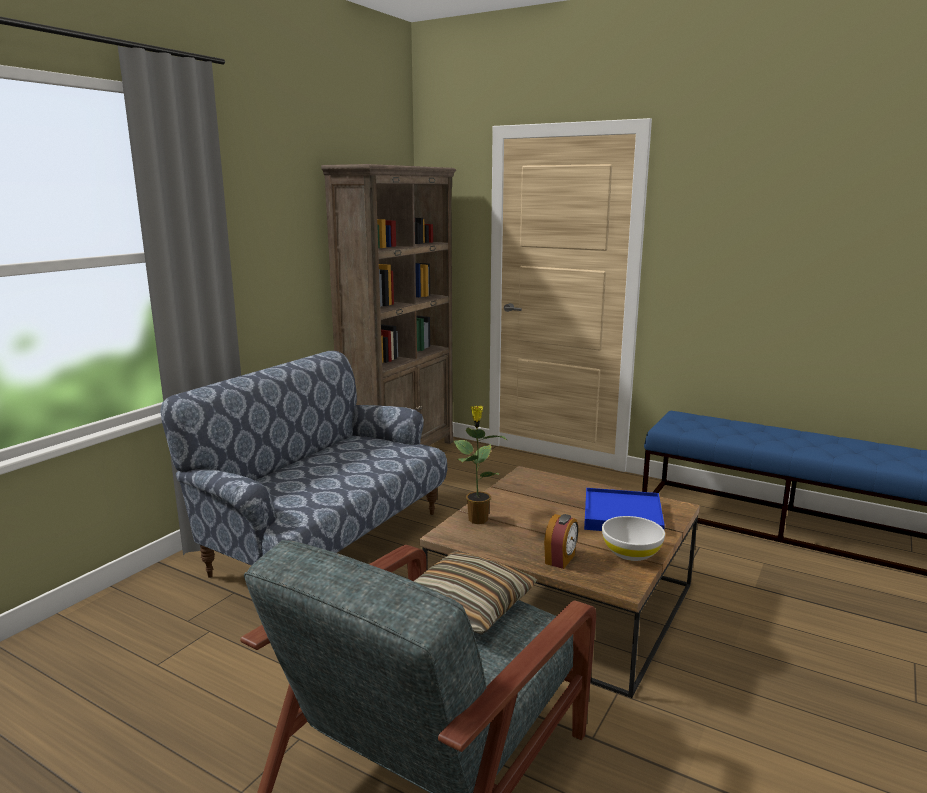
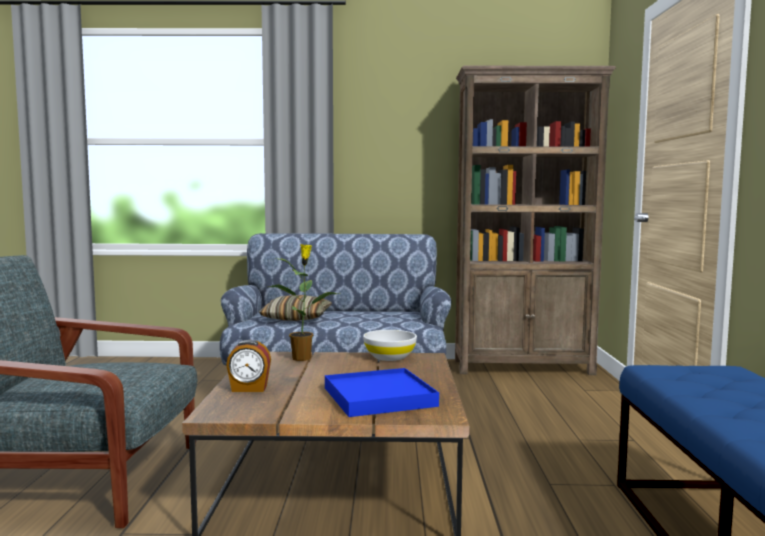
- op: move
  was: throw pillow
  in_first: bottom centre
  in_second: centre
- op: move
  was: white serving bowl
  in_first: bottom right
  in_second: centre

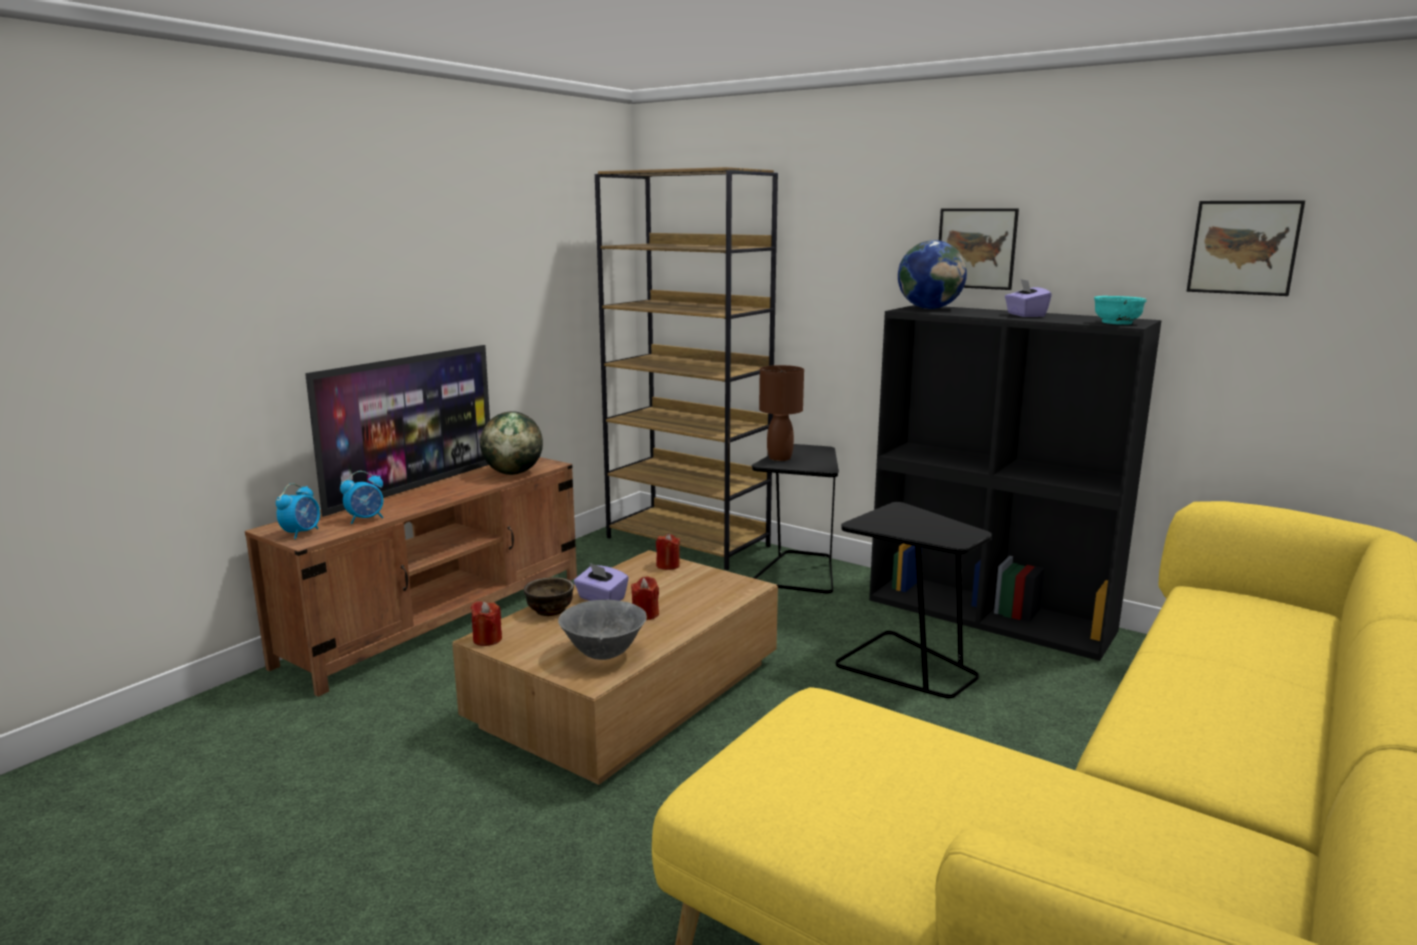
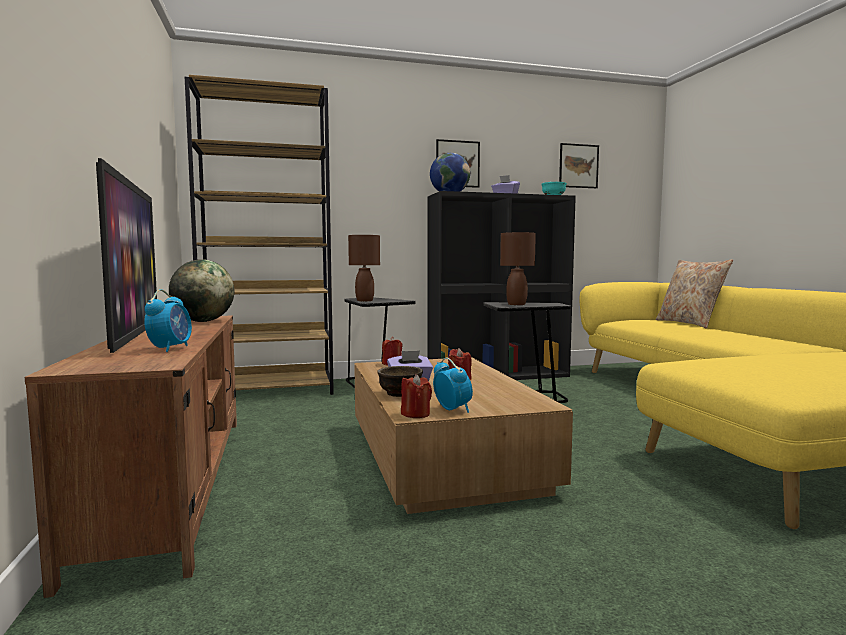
- op: move
  was: table clock (1st from left in the first image)
  now: table clock (2nd from left)
  in_first: middle left
  in_second: centre
- op: insert
  now: brown tabletop lamp (2nd from left)
  in_second: centre
- op: insert
  now: beige-coloured throw pillow
  in_second: middle right
- op: delete
  was: greyish serving bowl
  in_first: bottom centre

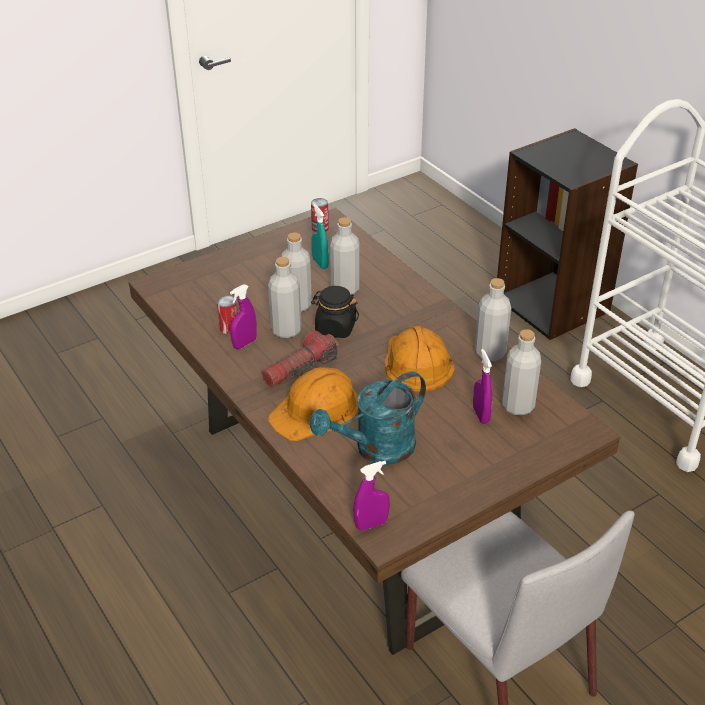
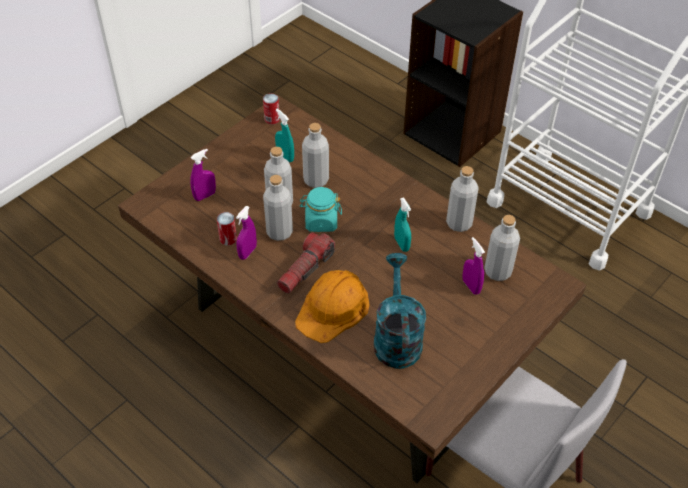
- op: move
  was: purple spray bottle (2nd from left in the first image)
  now: purple spray bottle (1st from left)
  in_first: bottom centre
  in_second: middle left
- op: recolor
  was: blackish storage jar
  now: turquoise storage jar
  in_first: centre
  in_second: centre
- op: rotate
  was: turquoise watering can
  in_first: centre
  in_second: centre
  clockwise: 135
- op: replace
  was: orange hard hat (2nd from left)
  now: turquoise spray bottle (2nd from left)
  in_first: centre
  in_second: centre

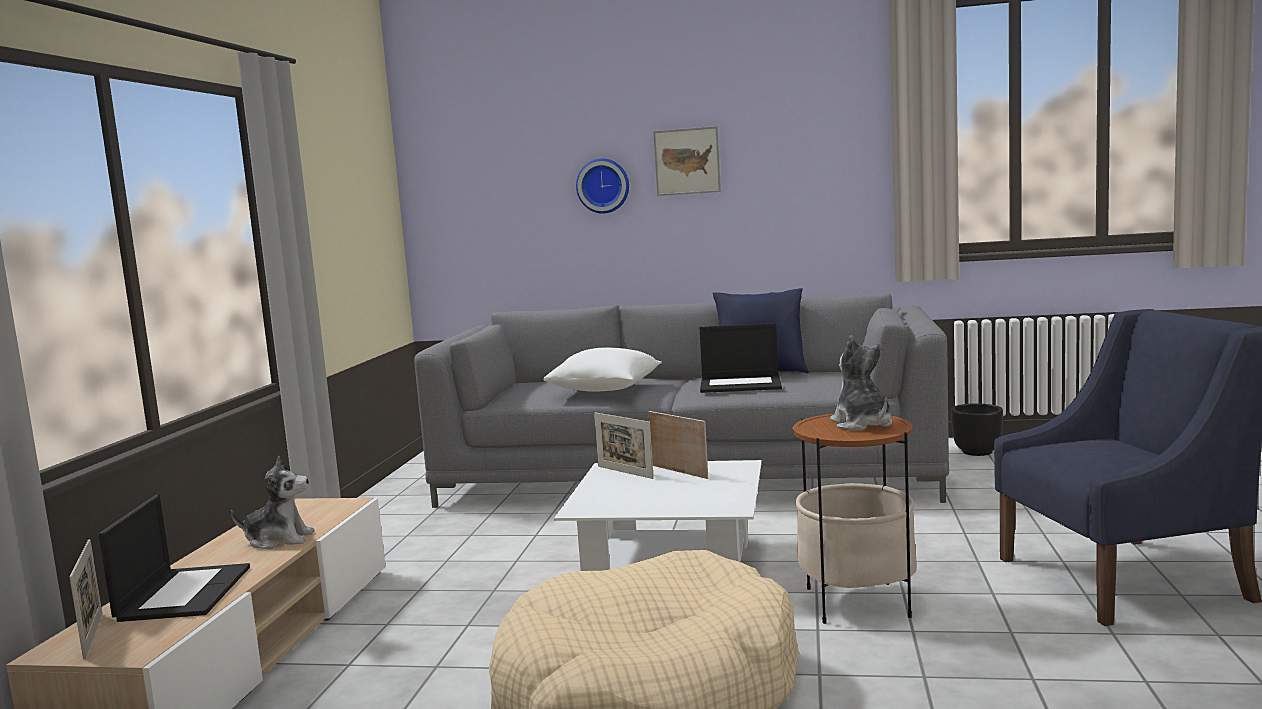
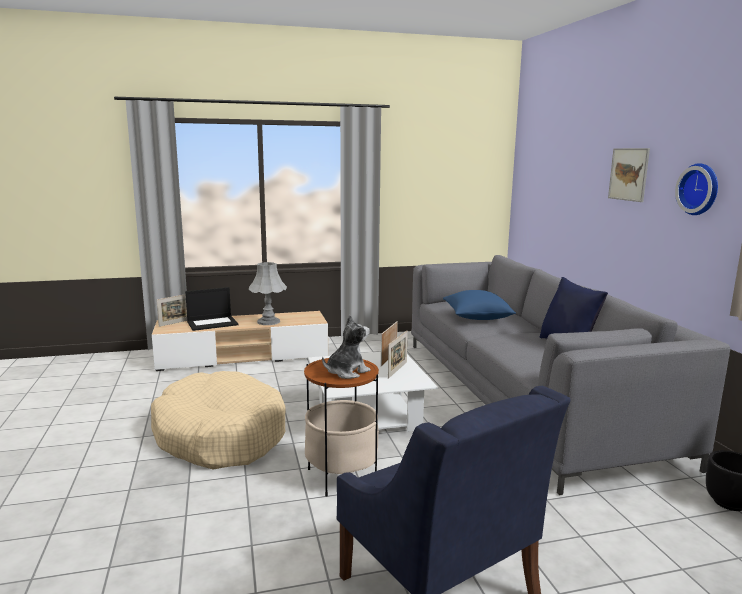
- op: replace
  was: cuddly toy (1st from left)
  now: greyish tabletop lamp
  in_first: bottom left
  in_second: centre
- op: recolor
  was: white throw pillow
  now: blue-coloured throw pillow (1st from left)
  in_first: centre
  in_second: centre
- op: move
  was: wall clock
  in_first: top centre
  in_second: top right
- op: delete
  was: notebook computer (2nd from left)
  in_first: centre

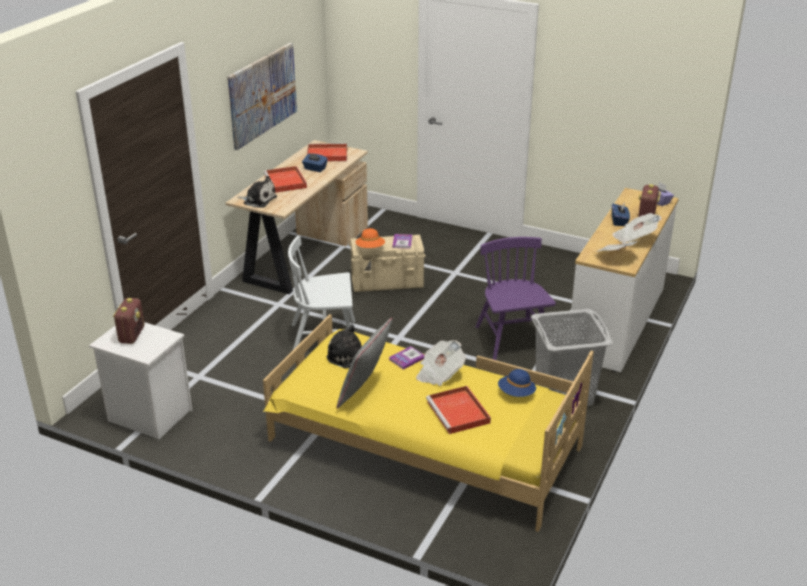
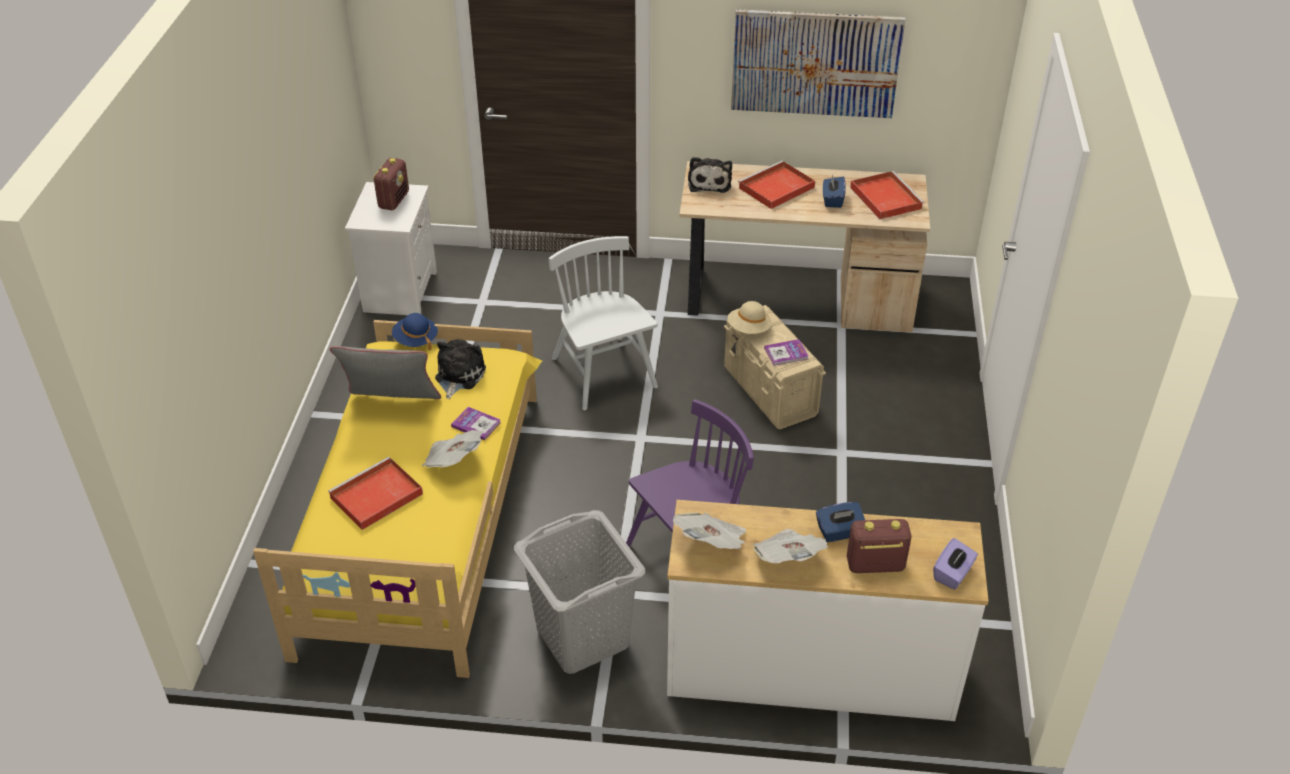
- op: rotate
  was: radio receiver (1st from left)
  in_first: middle left
  in_second: top left
  clockwise: -60
- op: move
  was: blue-coloured hat
  in_first: centre
  in_second: middle left
- op: recolor
  was: orange hat
  now: beige-coloured hat
  in_first: centre
  in_second: centre

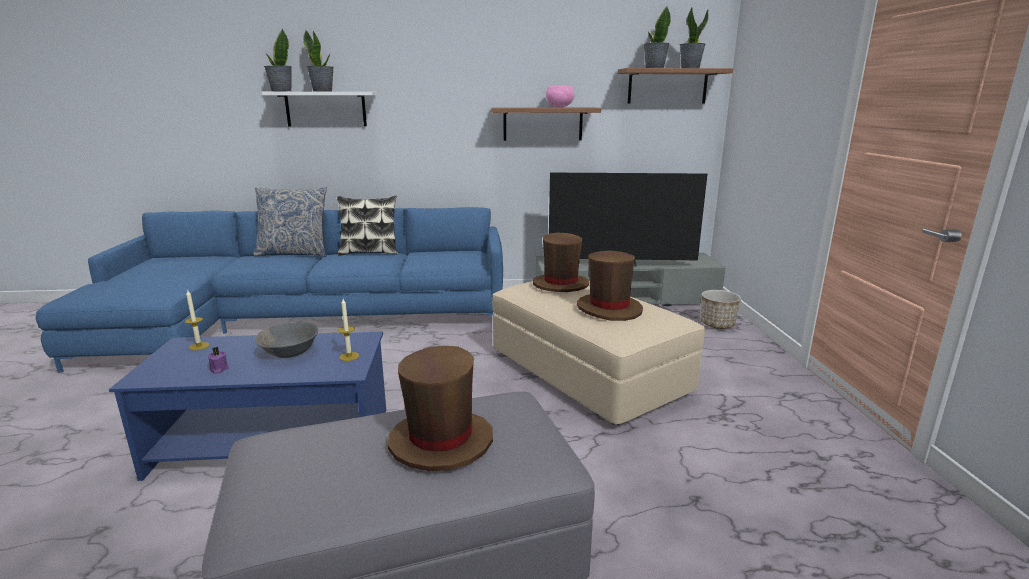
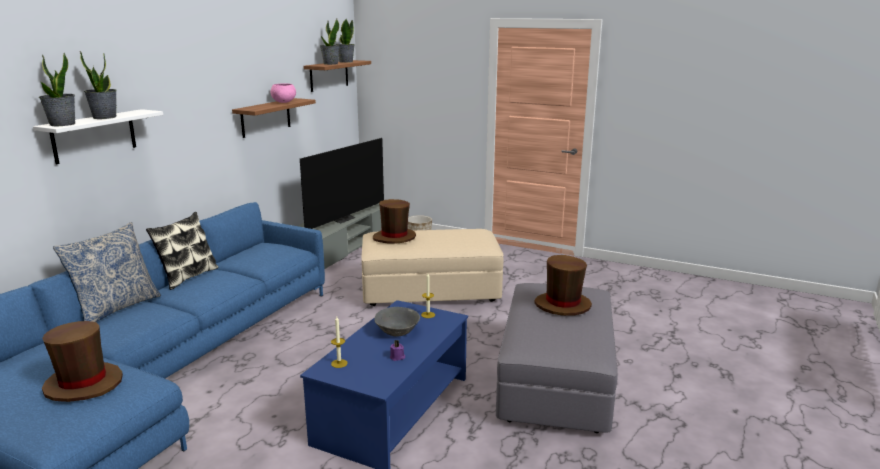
- op: move
  was: brown hat (3rd from left in the first image)
  now: brown hat (1st from left)
  in_first: centre
  in_second: bottom left

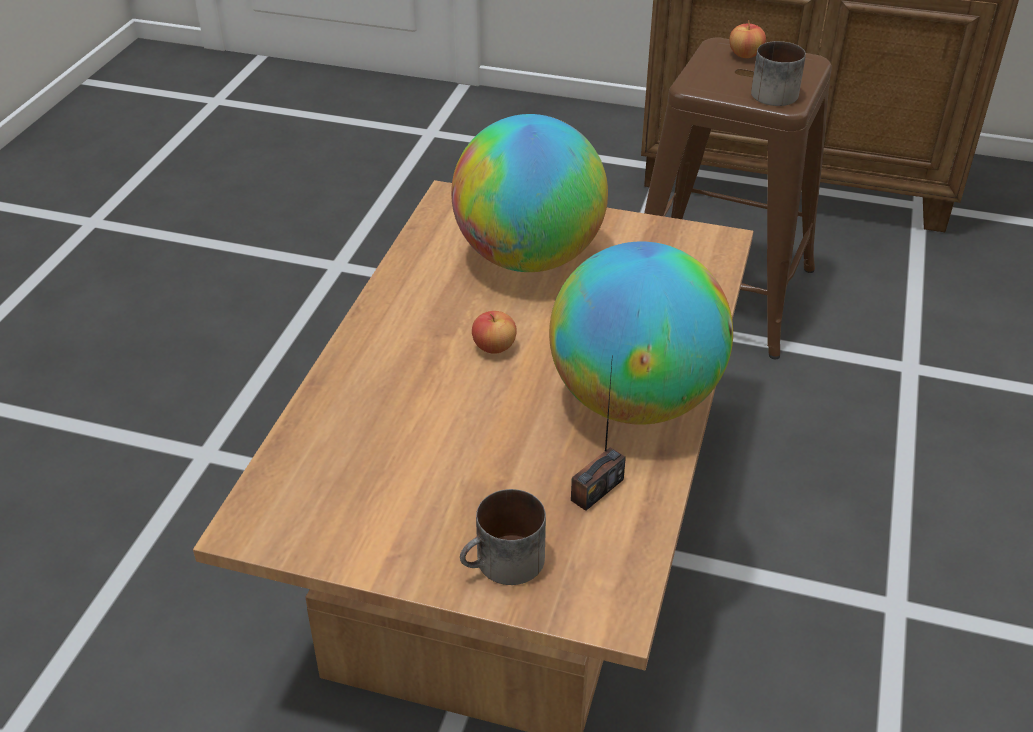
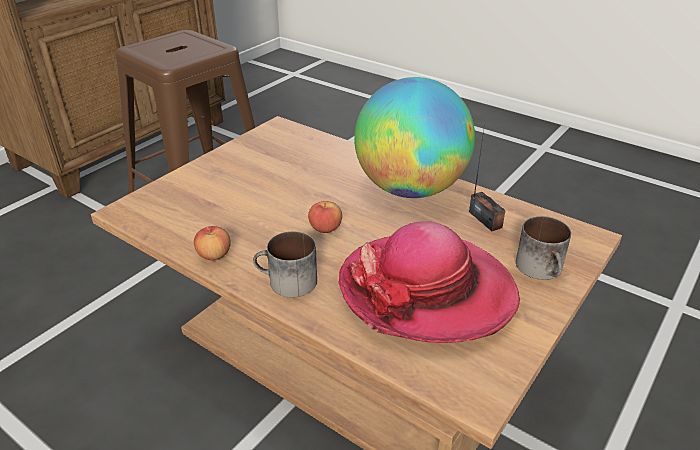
- op: move
  was: apple (2nd from left in the first image)
  now: apple (1st from left)
  in_first: top right
  in_second: middle left
- op: move
  was: coffee mug (2nd from left in the first image)
  now: coffee mug (1st from left)
  in_first: top right
  in_second: centre
- op: insert
  now: hat
  in_second: centre
- op: delete
  was: globe (1st from left)
  in_first: top centre

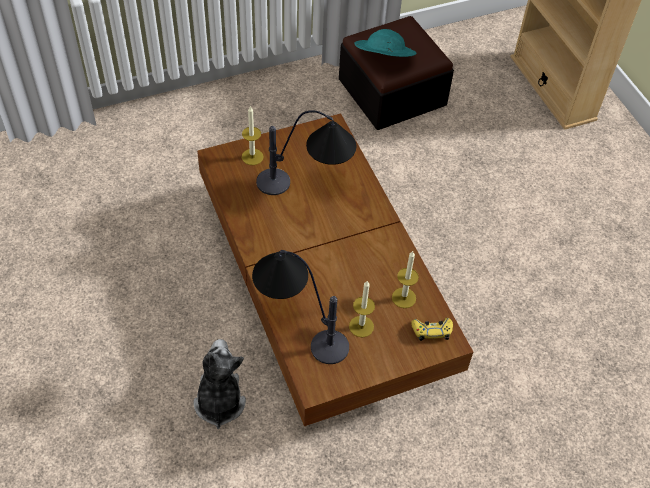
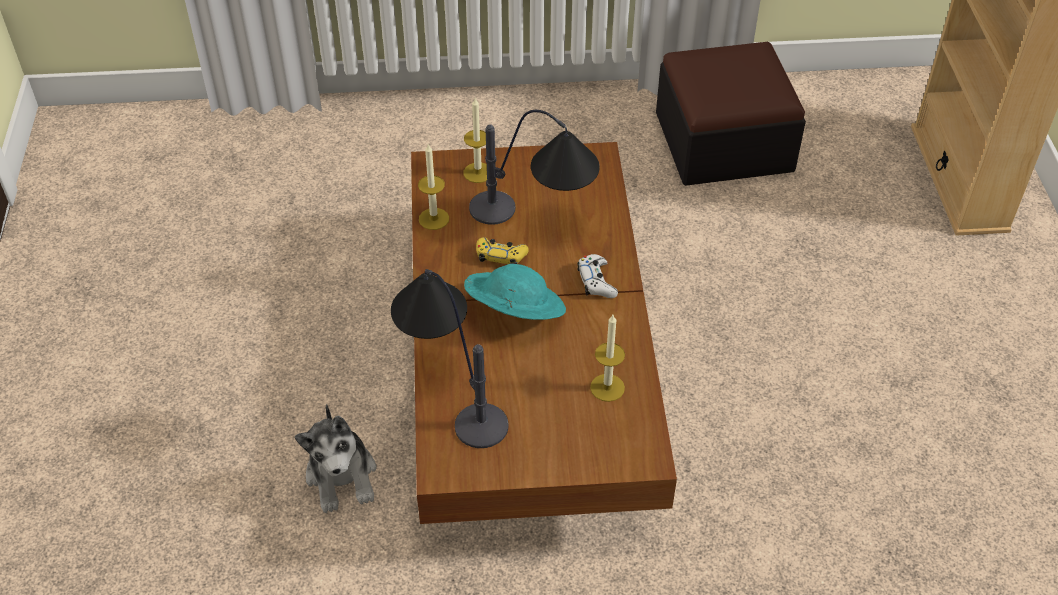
- op: rotate
  was: cuddly toy
  in_first: bottom centre
  in_second: bottom left
  clockwise: 150
- op: move
  was: candle (2nd from left in the first image)
  now: candle (1st from left)
  in_first: centre
  in_second: top centre
- op: move
  was: turquoise hat
  in_first: top centre
  in_second: centre
- op: move
  was: yellowish gamepad
  in_first: bottom centre
  in_second: centre
- op: insert
  now: white gamepad
  in_second: centre

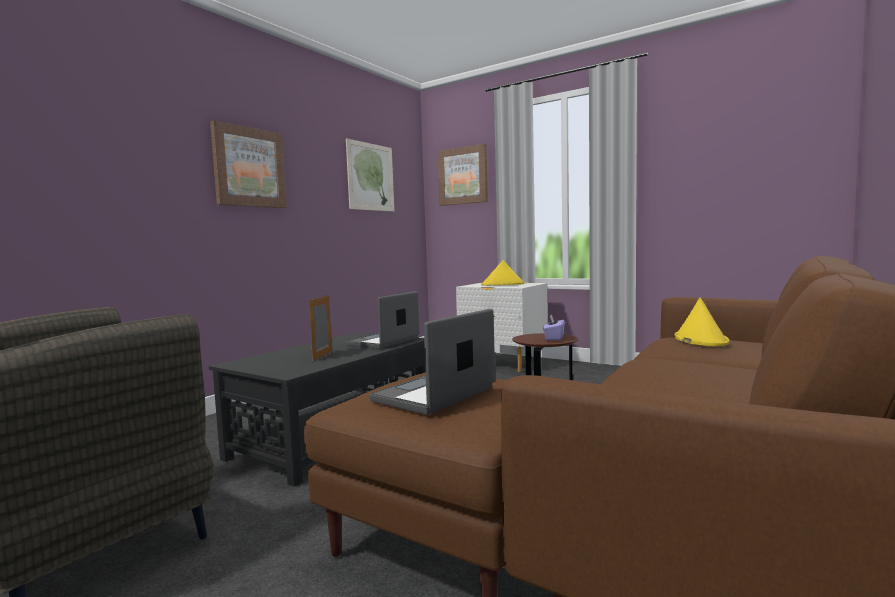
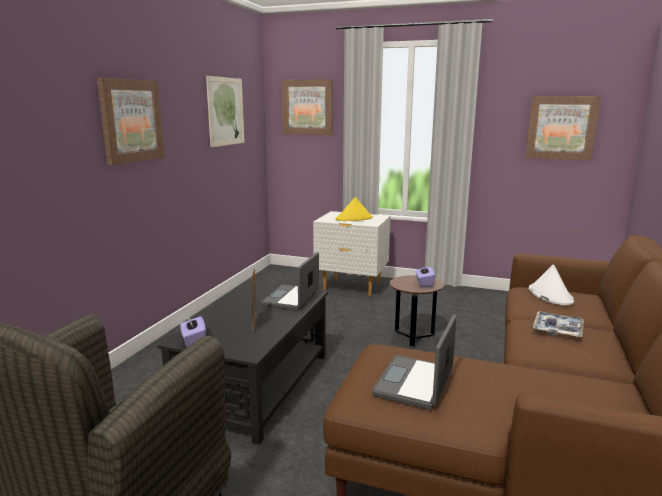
- op: insert
  now: purple tissue box (1st from left)
  in_second: bottom left
- op: insert
  now: wall art (4th from left)
  in_second: top right
- op: recolor
  was: yellowish hat (2nd from left)
  now: white hat
  in_first: middle right
  in_second: middle right
- op: insert
  now: carrying tray
  in_second: middle right

